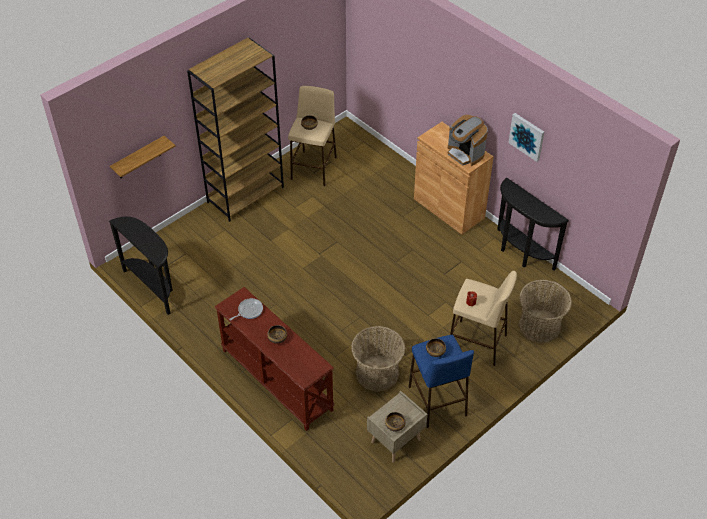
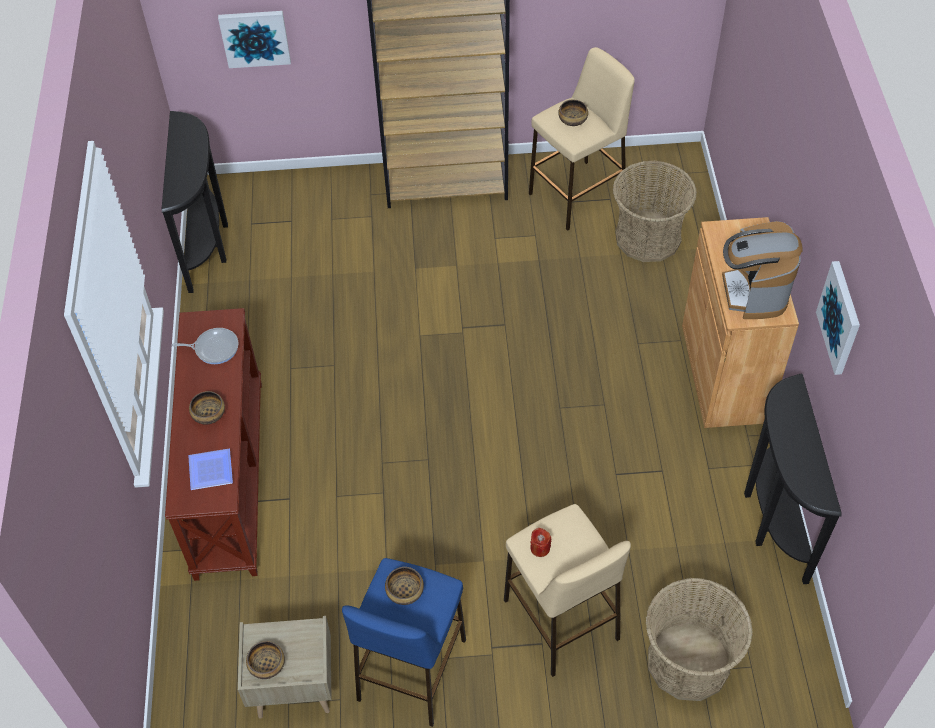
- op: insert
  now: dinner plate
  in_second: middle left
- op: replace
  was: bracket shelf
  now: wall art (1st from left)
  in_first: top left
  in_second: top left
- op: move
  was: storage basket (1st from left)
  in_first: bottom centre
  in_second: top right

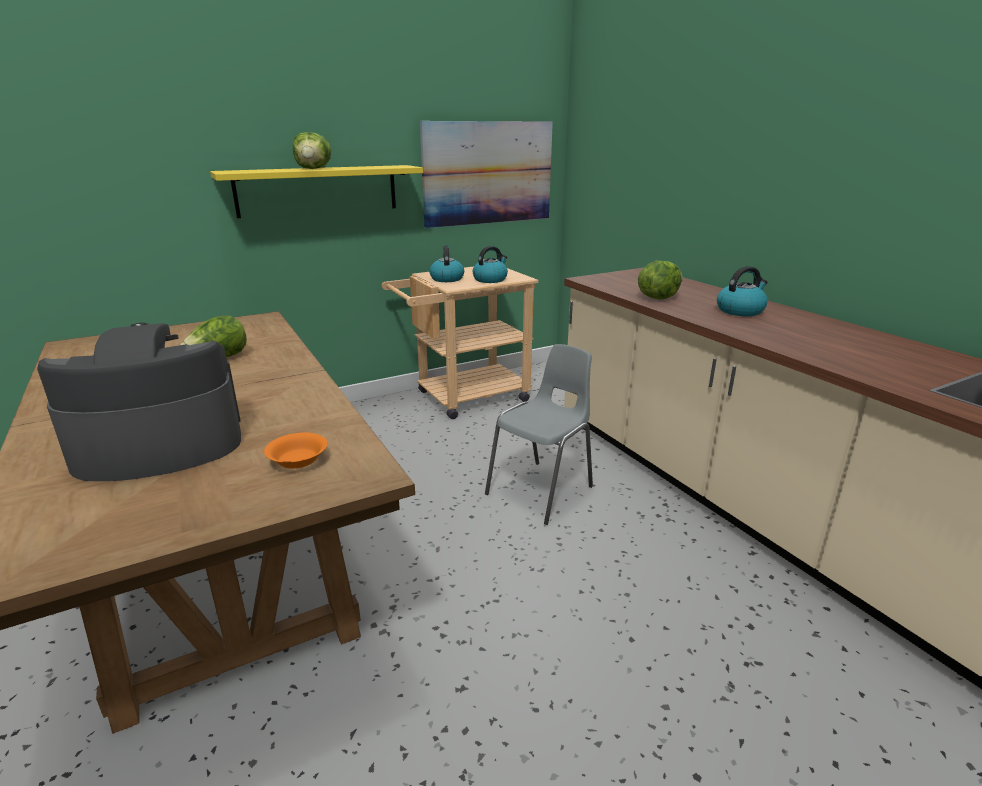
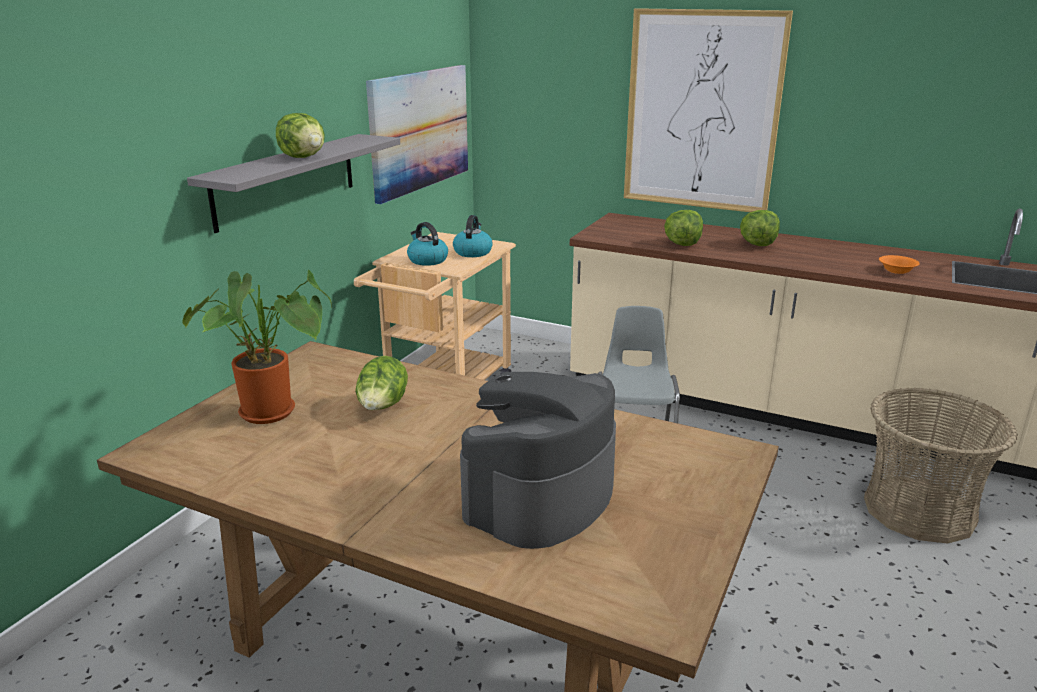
- op: insert
  now: potted plant
  in_second: middle left
- op: recolor
  was: yellowish bracket shelf
  now: greyish bracket shelf
  in_first: top left
  in_second: top left
- op: insert
  now: wall art (2nd from left)
  in_second: top right
- op: replace
  was: tea kettle (3rd from left)
  now: head of lettuce (4th from left)
  in_first: middle right
  in_second: top right
- op: insert
  now: storage basket
  in_second: bottom right
- op: move
  was: orange serving bowl
  in_first: middle left
  in_second: middle right

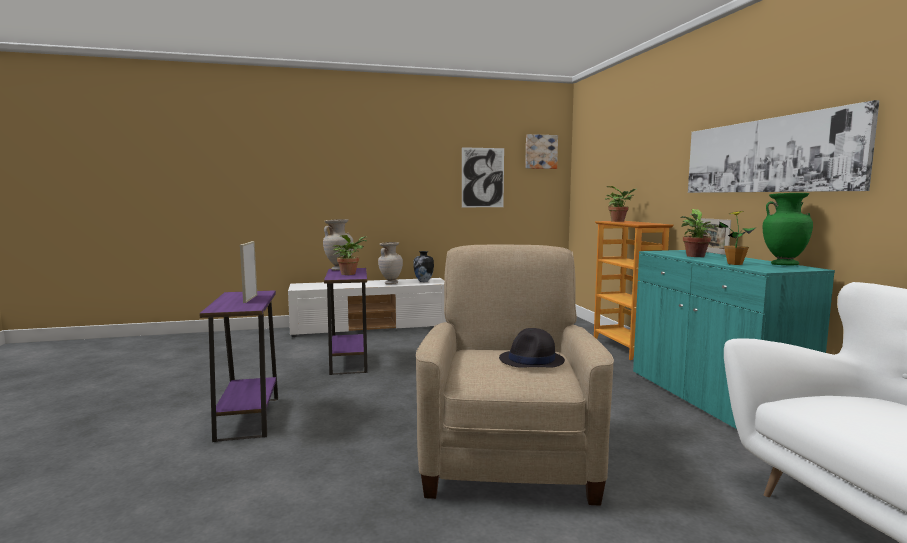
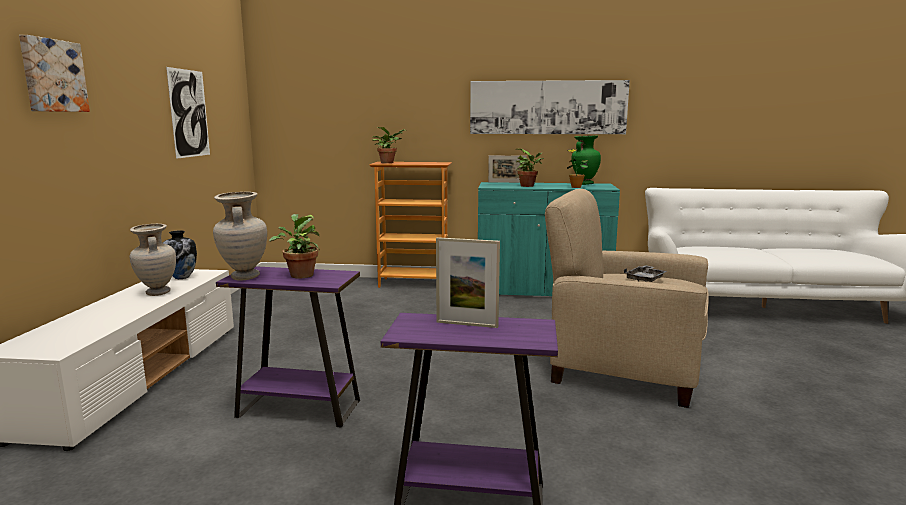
- op: move
  was: wall art (2nd from left in the first image)
  now: wall art (1st from left)
  in_first: top centre
  in_second: top left
- op: replace
  was: blackish hat
  now: greyish carrying tray
  in_first: centre
  in_second: middle right

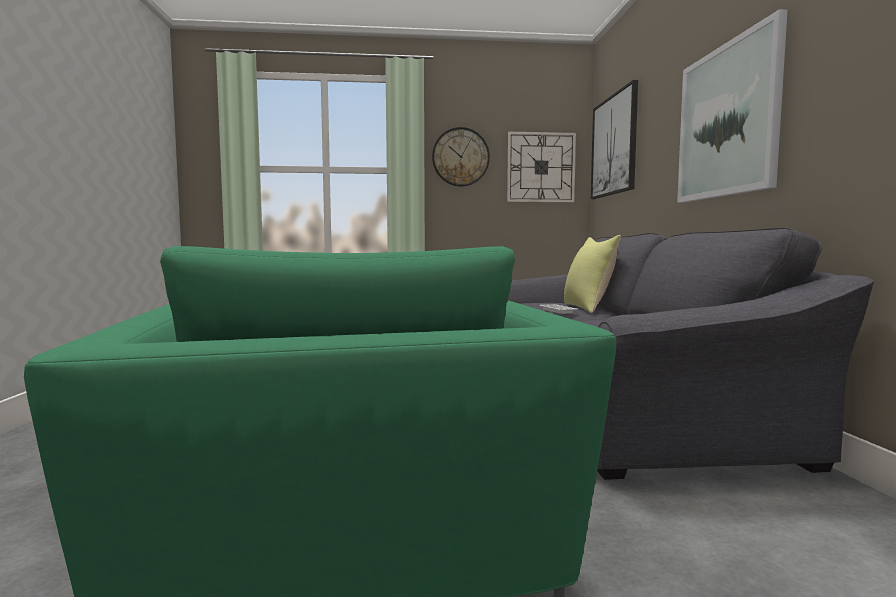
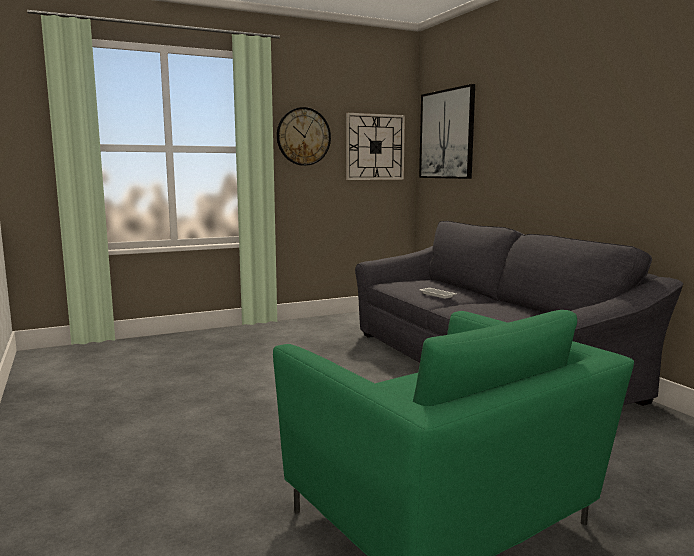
- op: delete
  was: yellowish throw pillow
  in_first: centre
- op: delete
  was: wall art (2nd from left)
  in_first: top right

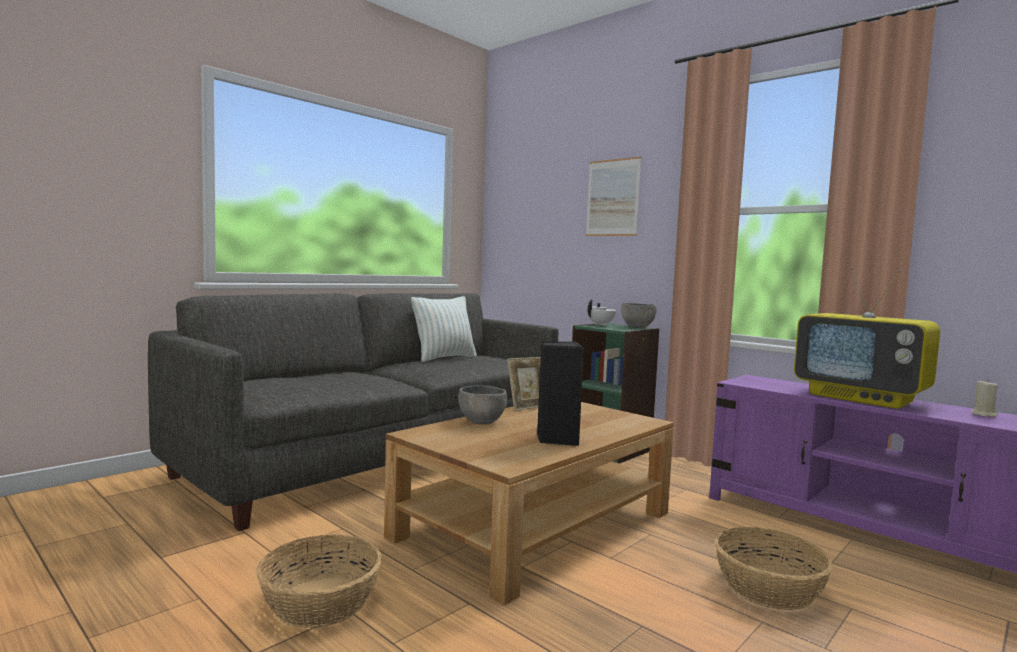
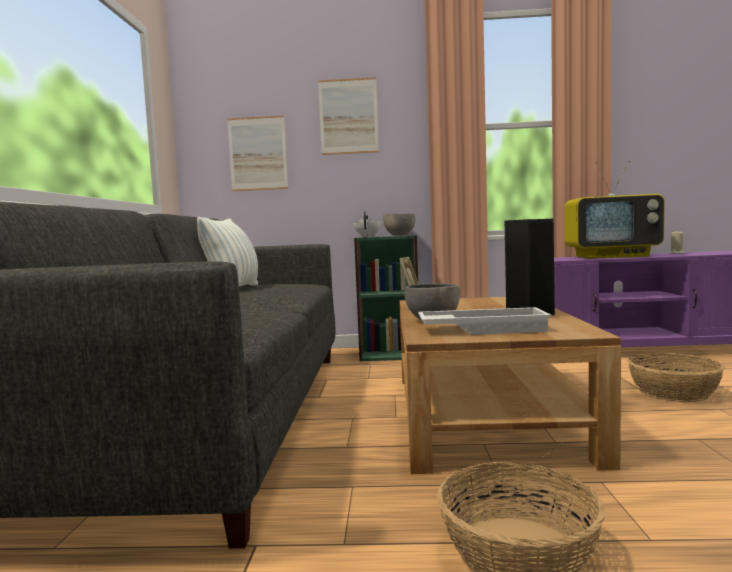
- op: insert
  now: wall art (1st from left)
  in_second: top centre
- op: insert
  now: white carrying tray
  in_second: centre

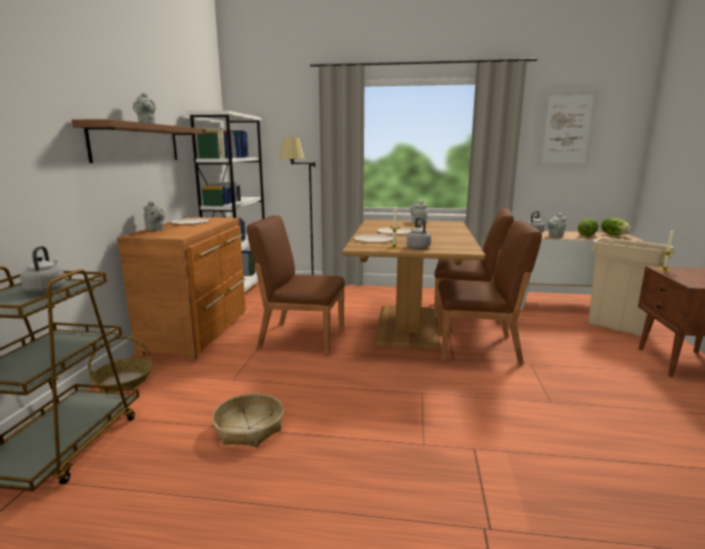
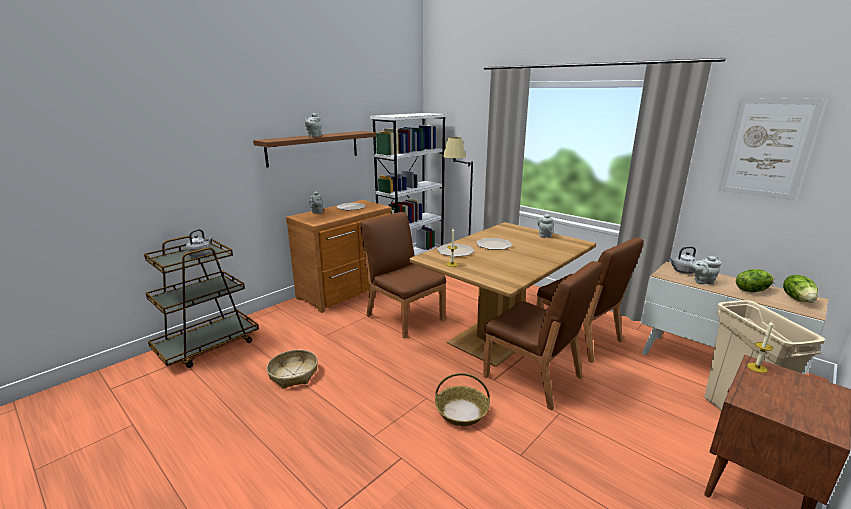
- op: move
  was: storage basket (1st from left in the first image)
  now: storage basket (2nd from left)
  in_first: middle left
  in_second: bottom centre
- op: delete
  was: greyish tea kettle (2nd from left)
  in_first: centre

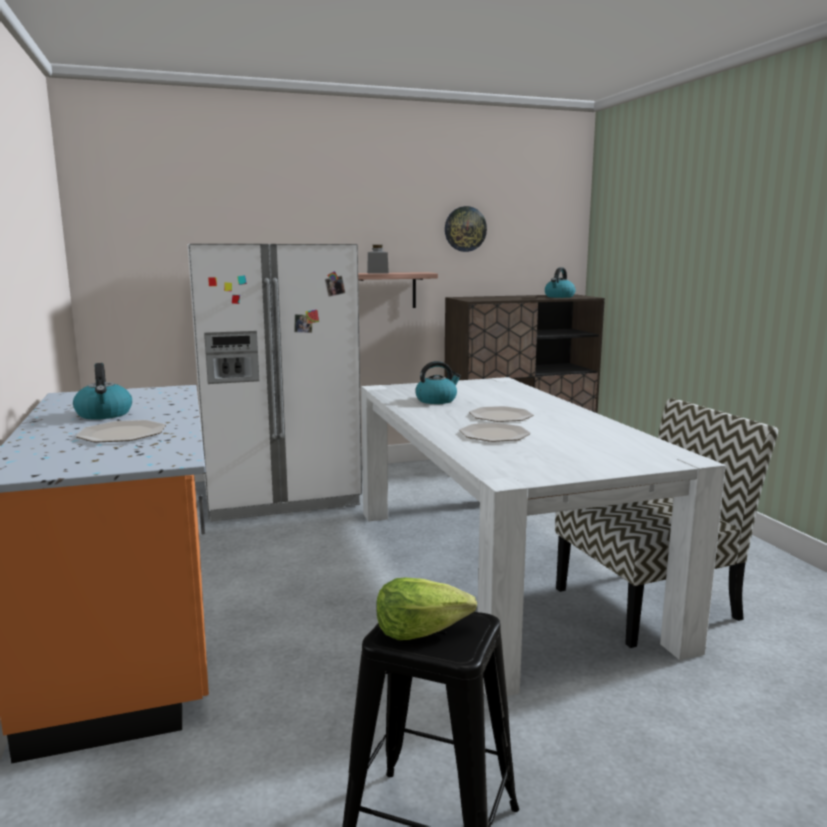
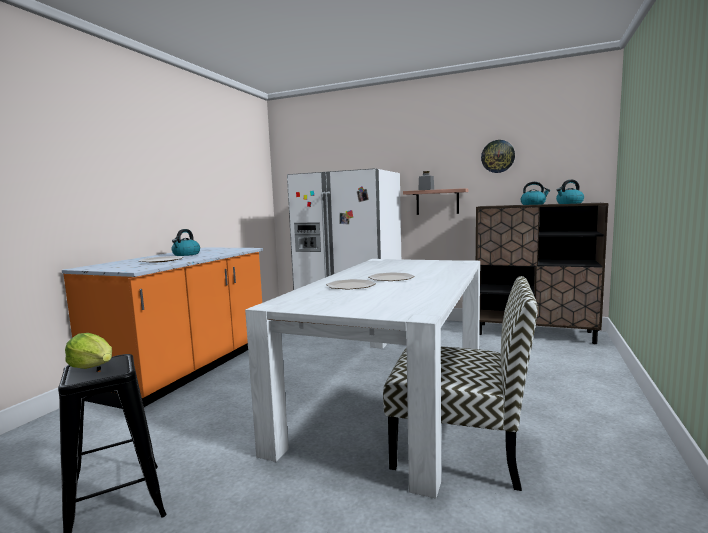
- op: move
  was: tea kettle (2nd from left)
  in_first: centre
  in_second: middle right

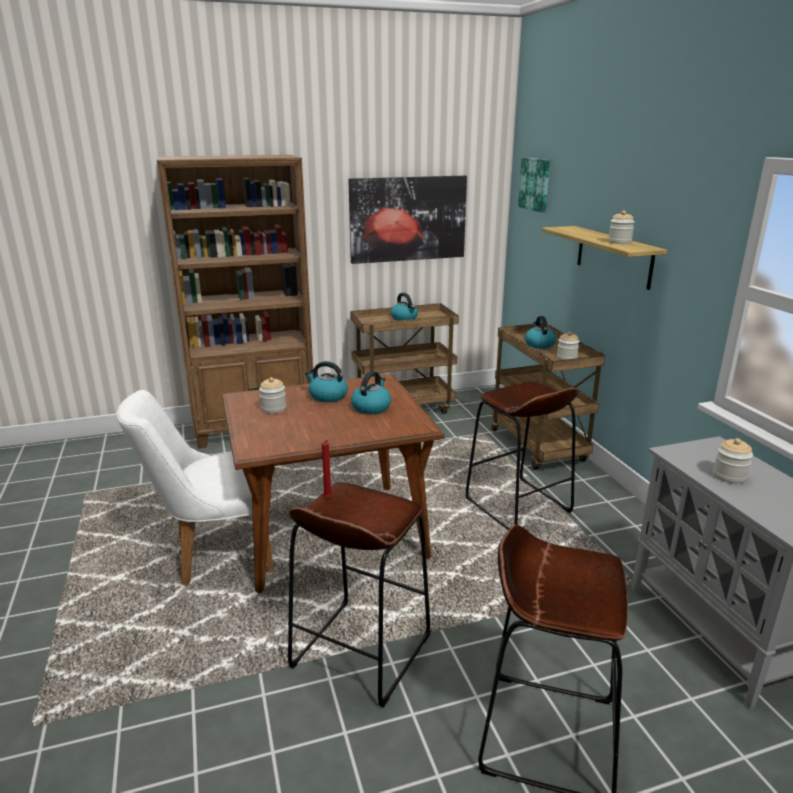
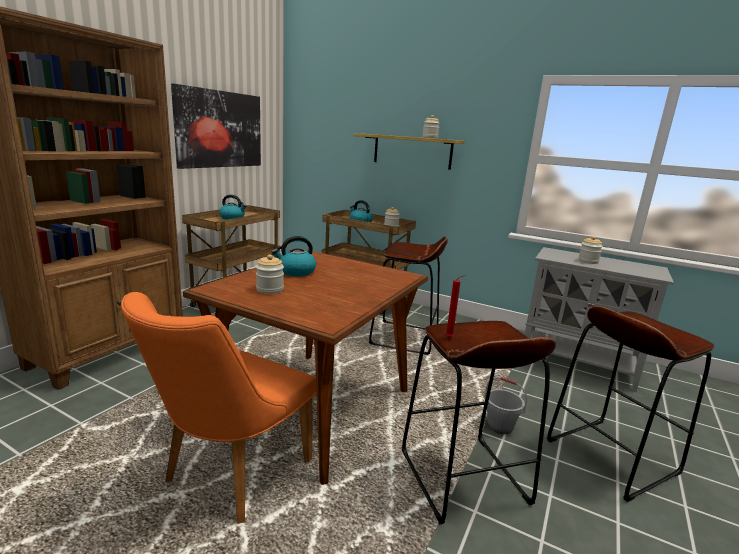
- op: recolor
  was: white plain chair
  now: orange plain chair
  in_first: middle left
  in_second: bottom left
- op: insert
  now: greyish bucket
  in_second: bottom right
- op: delete
  was: tea kettle (2nd from left)
  in_first: centre
- op: delete
  was: wall art (2nd from left)
  in_first: top right

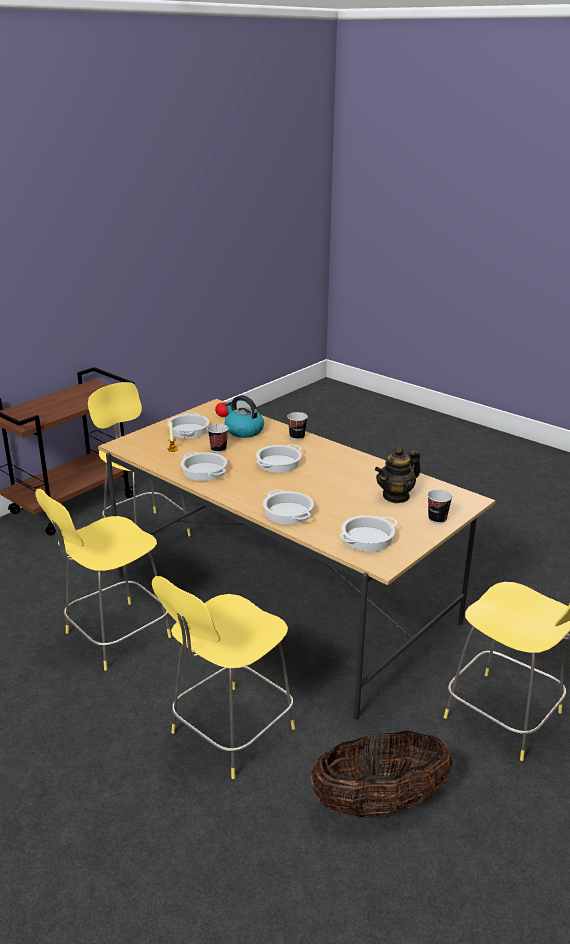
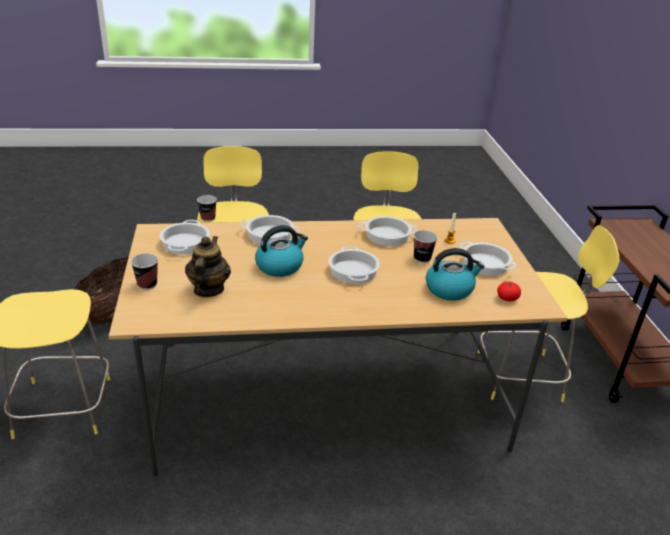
- op: move
  was: cup (2nd from left)
  in_first: centre
  in_second: middle left
- op: insert
  now: tea kettle (1st from left)
  in_second: centre

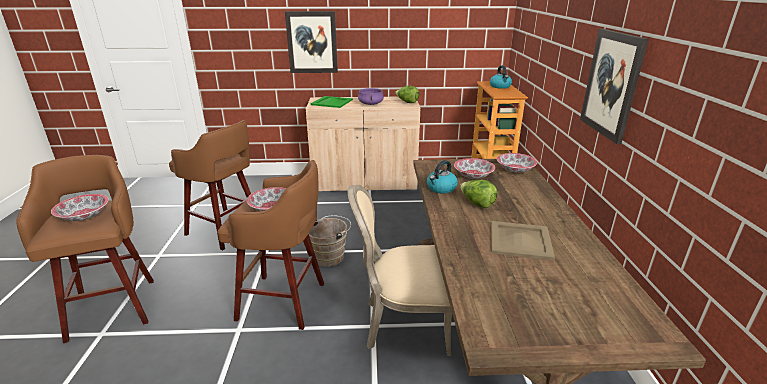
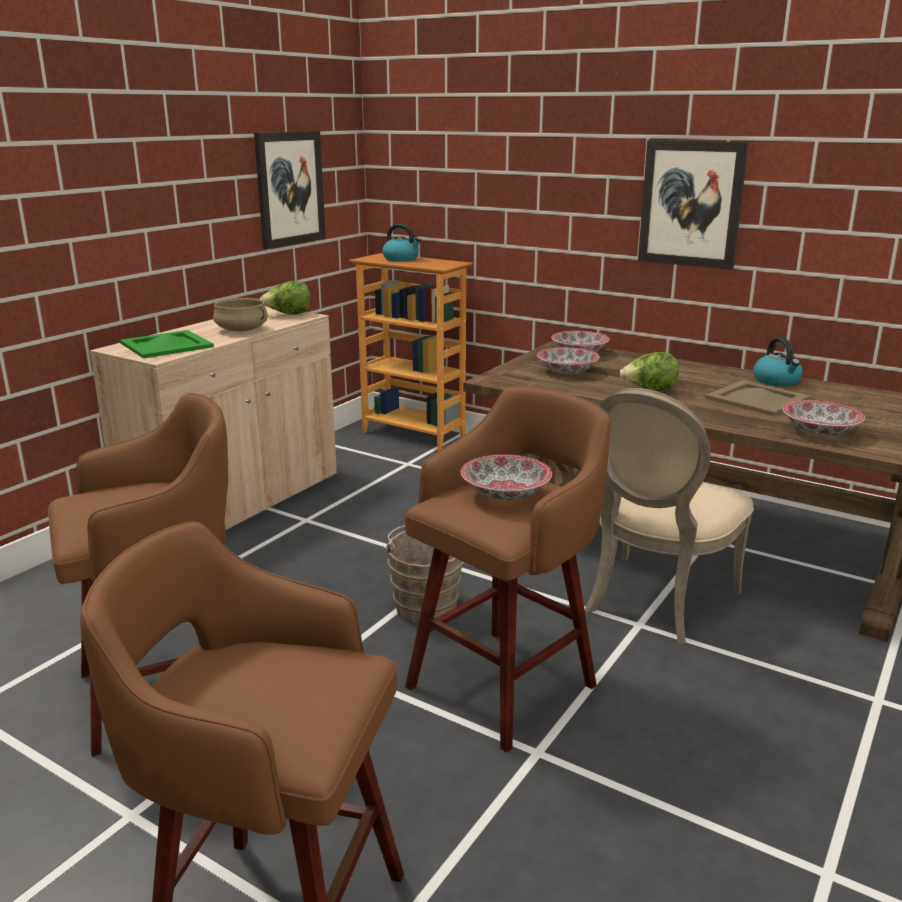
- op: recolor
  was: purple saucepot
  now: beige-coloured saucepot
  in_first: top centre
  in_second: middle left
- op: move
  was: wall art (1st from left)
  in_first: top centre
  in_second: top left
- op: move
  was: tea kettle (1st from left in the first image)
  now: tea kettle (2nd from left)
  in_first: centre
  in_second: middle right
- op: move
  was: serving bowl (1st from left in the first image)
  now: serving bowl (4th from left)
  in_first: middle left
  in_second: middle right

